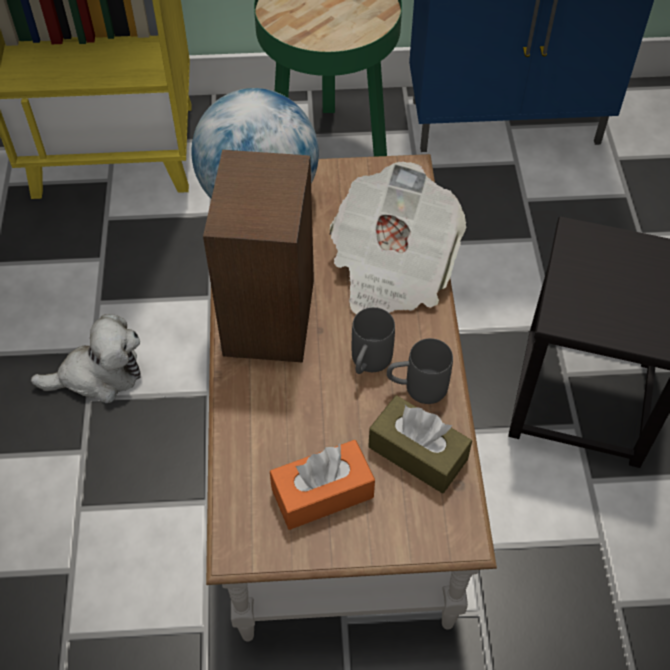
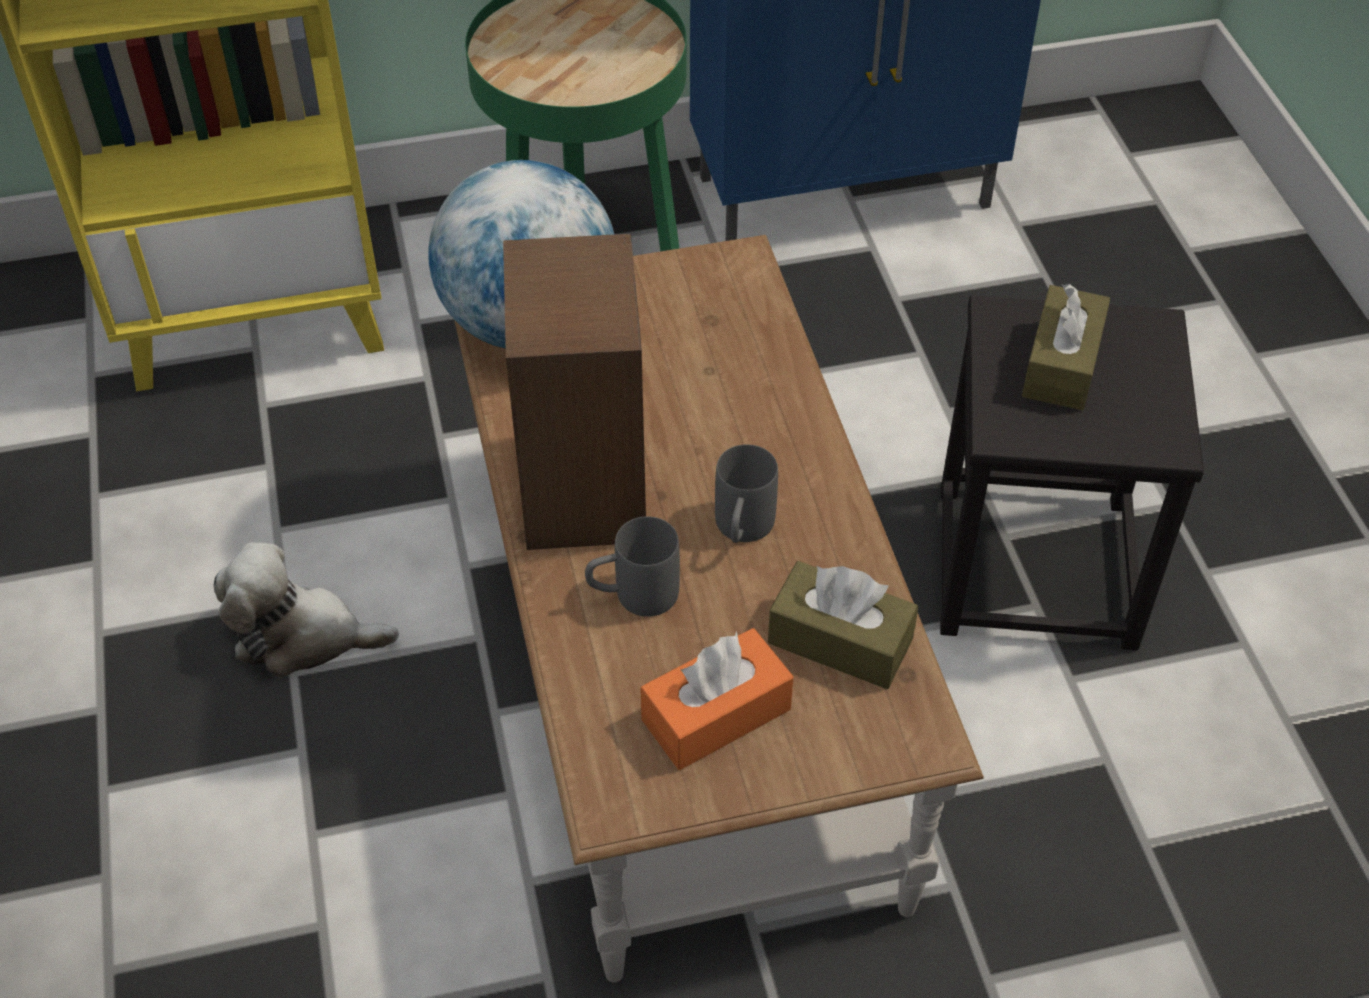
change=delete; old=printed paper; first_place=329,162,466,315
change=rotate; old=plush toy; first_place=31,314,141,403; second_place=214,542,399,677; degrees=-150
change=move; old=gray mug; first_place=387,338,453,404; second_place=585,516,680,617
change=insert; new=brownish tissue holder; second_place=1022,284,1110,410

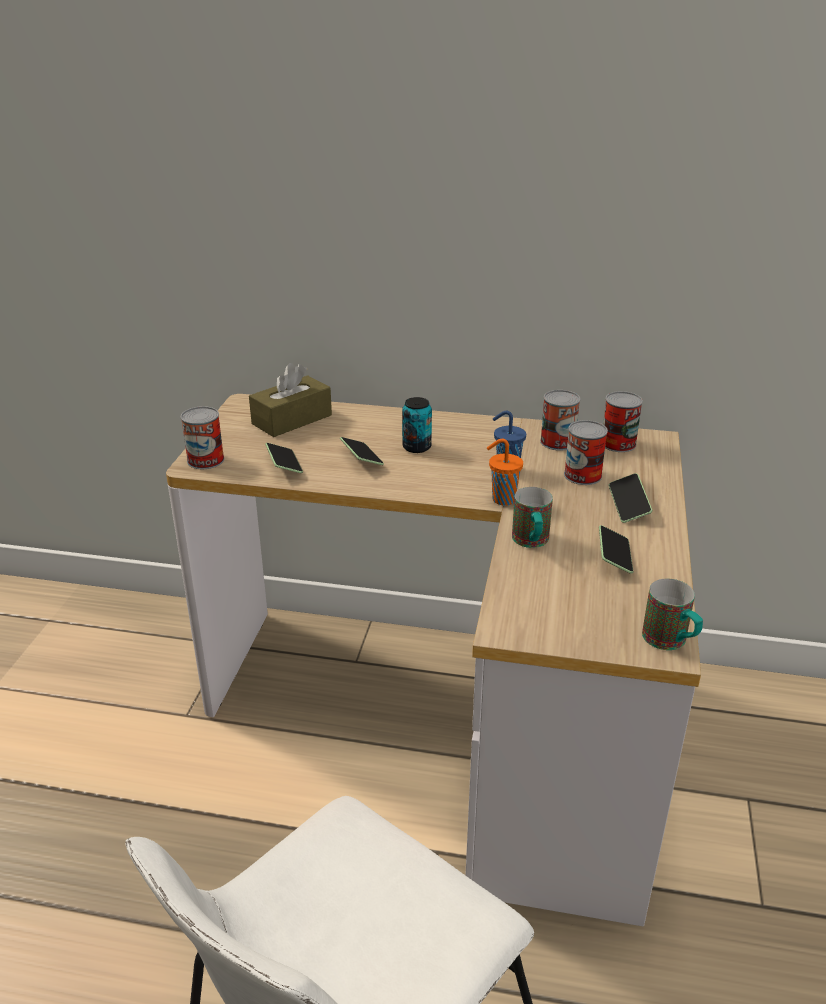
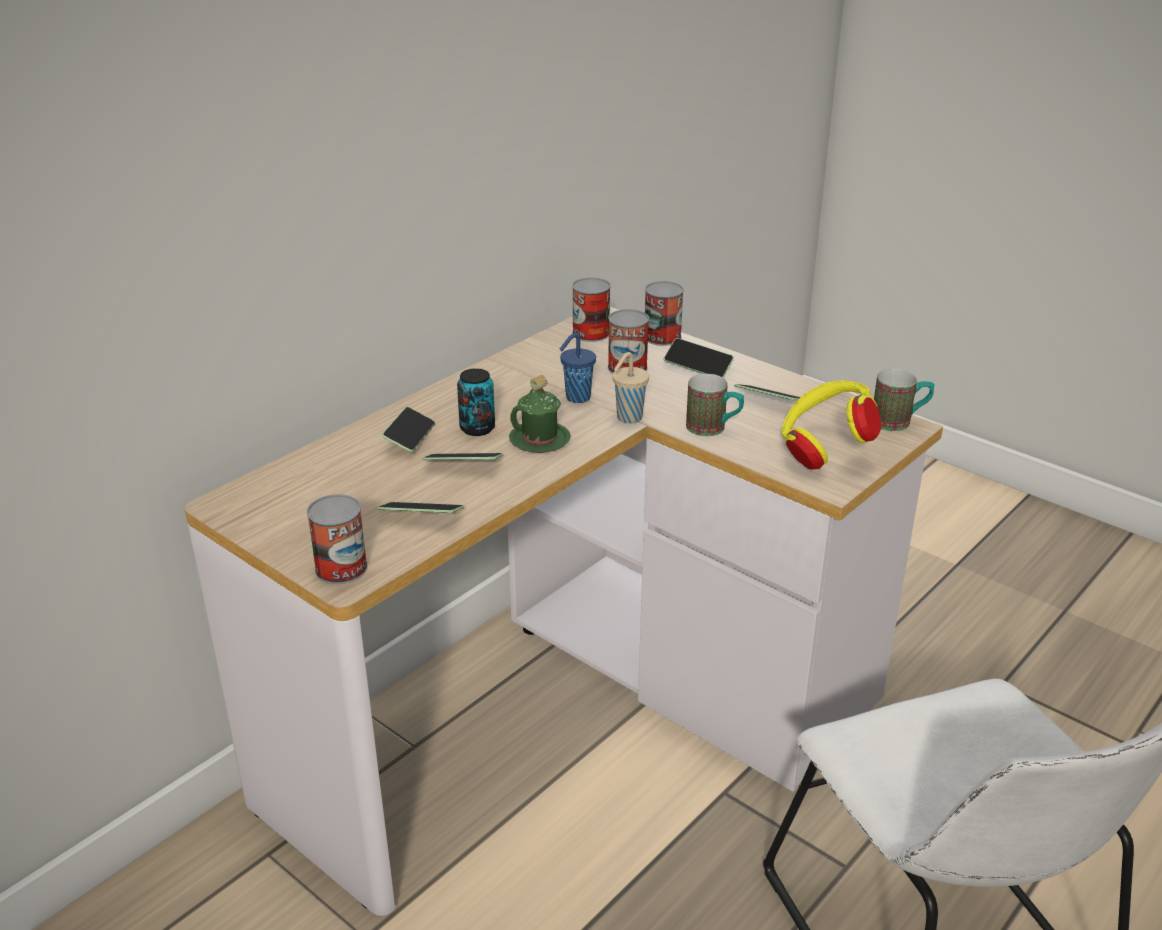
change=delete; old=brownish tissue holder; first_place=249,363,332,437
change=move; old=can; first_place=540,390,580,451; second_place=645,281,684,346
change=recolor; old=orange-coloured cup; new=beige-coloured cup; first_place=487,439,523,505; second_place=612,352,649,423
change=insert; new=greenish mug; second_place=509,375,571,453
change=insert; new=yellow pair of headphones; second_place=781,380,881,470
change=insert; new=telephone; second_place=382,407,435,452

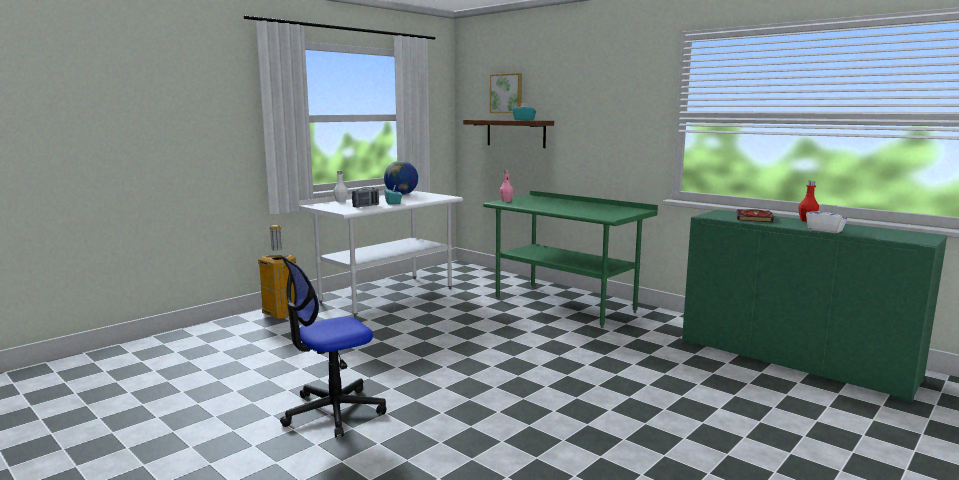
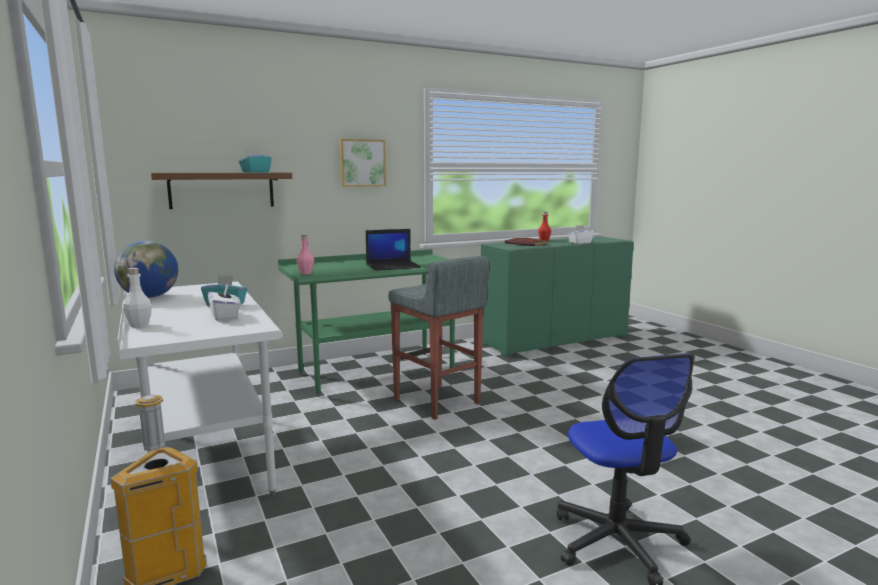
change=move; old=wall art; first_place=490,73,522,113; second_place=339,139,386,187
change=replace; old=radio; new=white-coloured tissue holder; first_place=352,187,379,208; second_place=208,284,241,321
change=insert; new=notebook computer; second_place=366,229,421,271
change=insert; new=gray stool seat; second_place=388,256,490,420

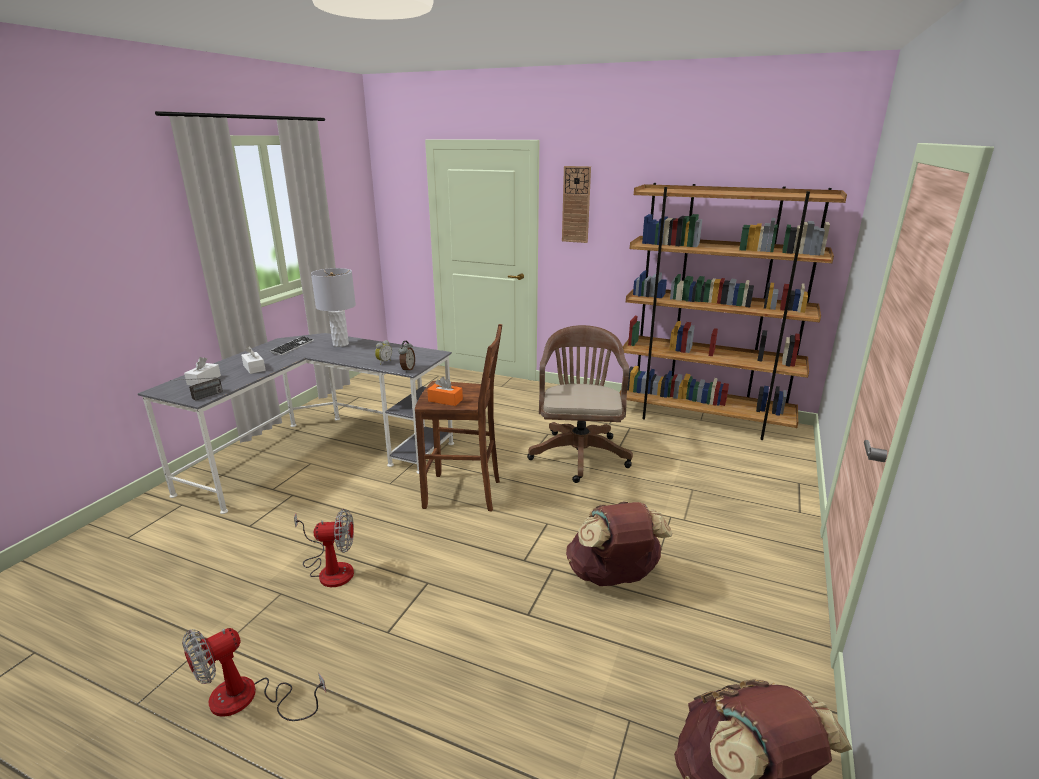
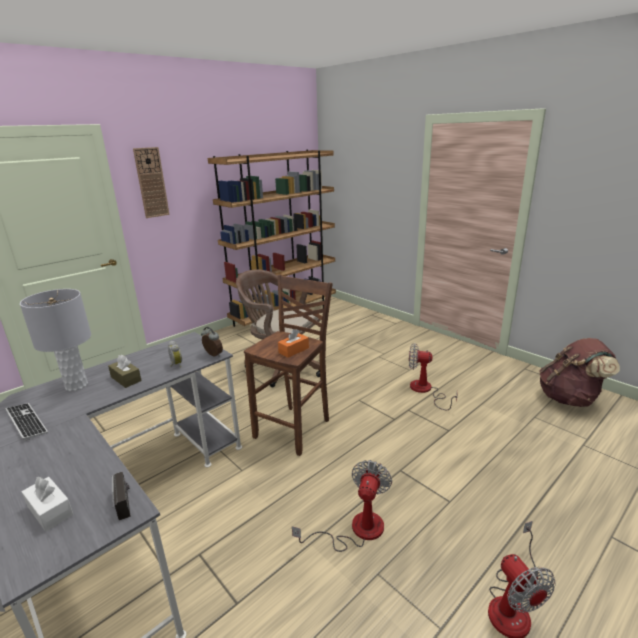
change=delete; old=white-coloured tissue holder; first_place=241,346,266,374
change=replace; old=brownish rucksack; new=electric fan; first_place=566,501,672,586; second_place=409,343,458,410
change=insert; new=brownish tissue holder; second_place=108,355,142,388

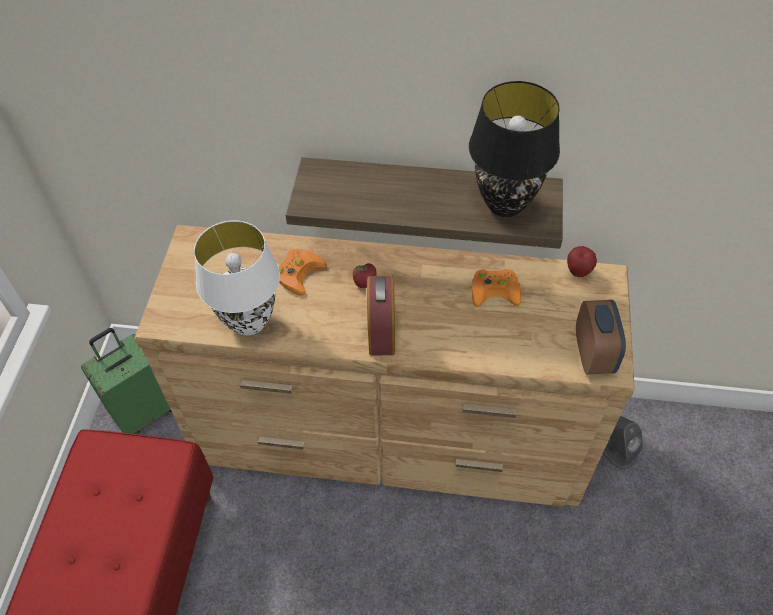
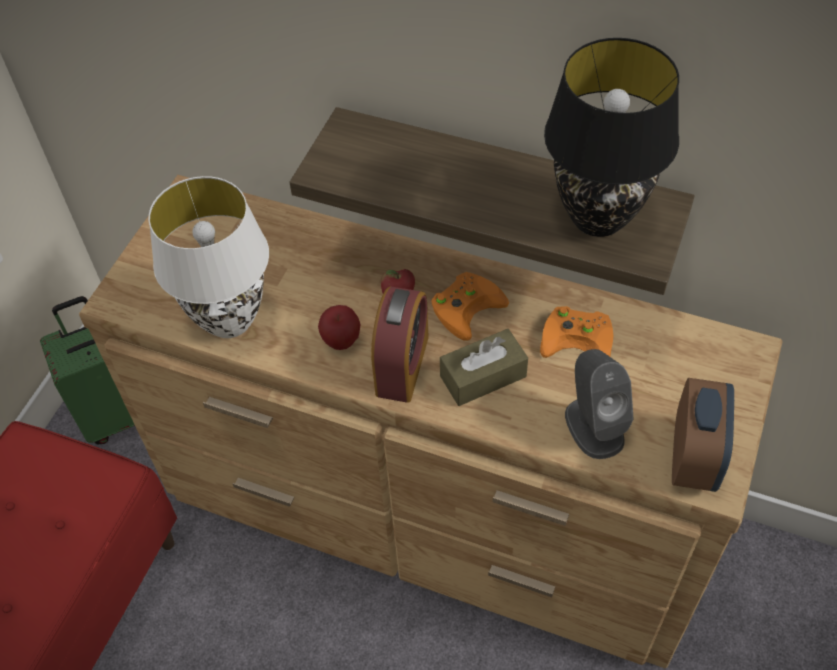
change=move; old=apple; first_place=567,246,597,277; second_place=318,305,361,350
change=move; old=orange-coloured gamepad; first_place=278,249,327,296; second_place=431,272,509,341
change=move; old=gray audio speaker; first_place=603,416,643,469; second_place=565,349,634,459
change=insert; new=brownish tissue holder; second_place=440,329,528,406

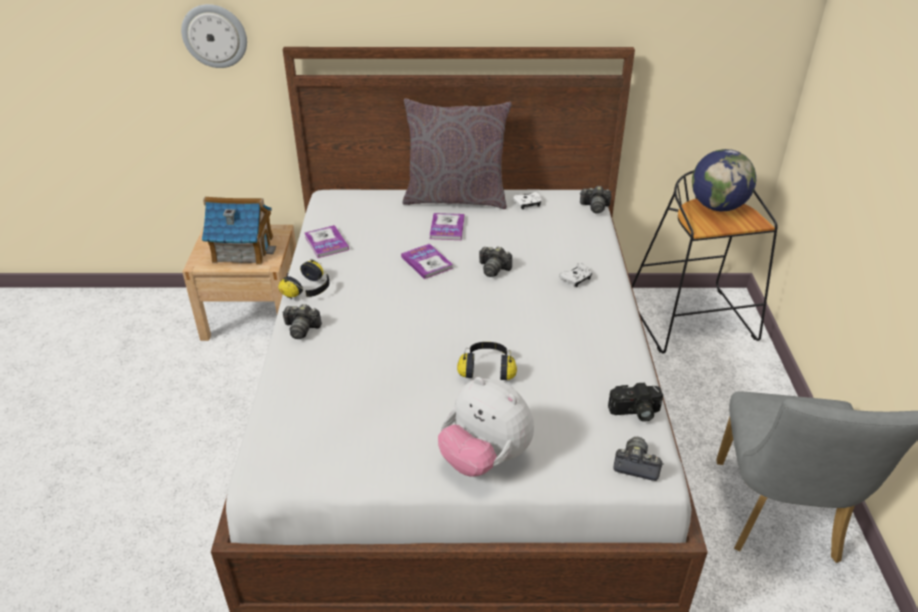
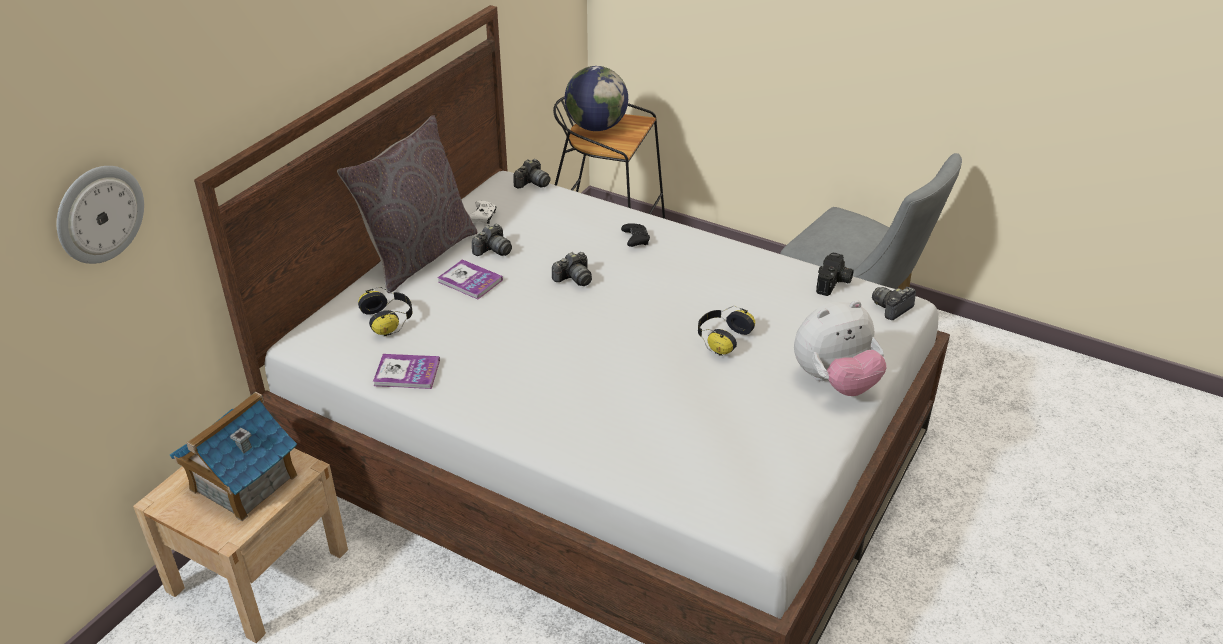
change=delete; old=bound book; first_place=401,244,453,279
change=move; old=pair of headphones; first_place=278,259,329,301; second_place=358,287,413,336
change=recolor; old=white-coloured gamepad; new=black gamepad; first_place=559,263,592,287; second_place=621,223,650,247
change=move; old=photo camera; first_place=282,304,322,339; second_place=472,224,512,256

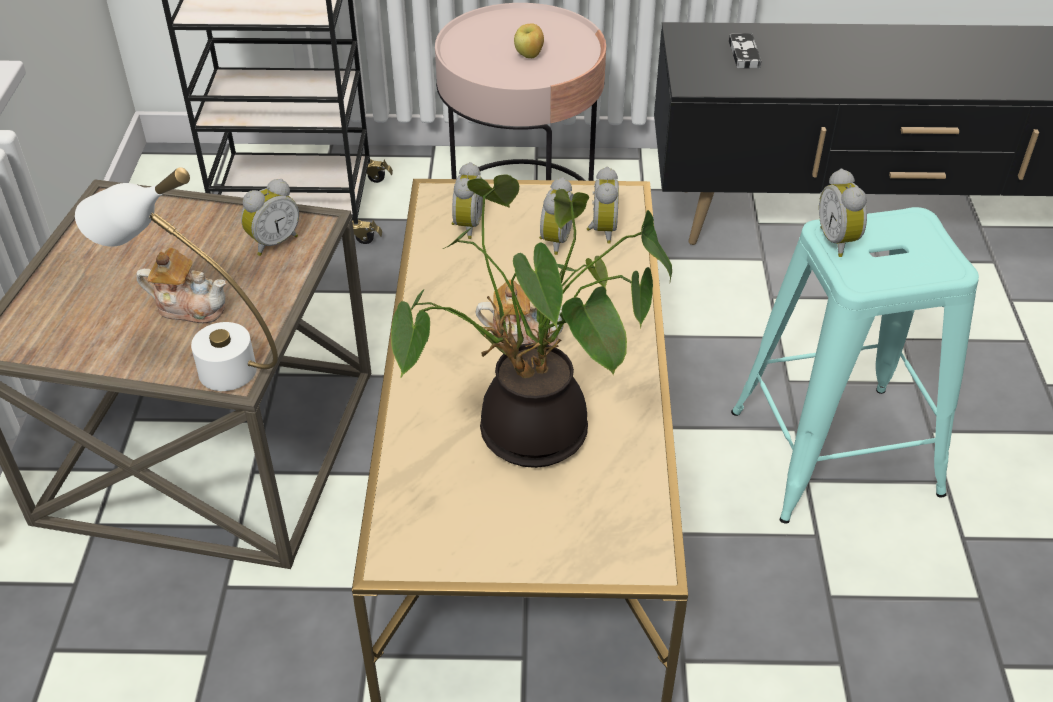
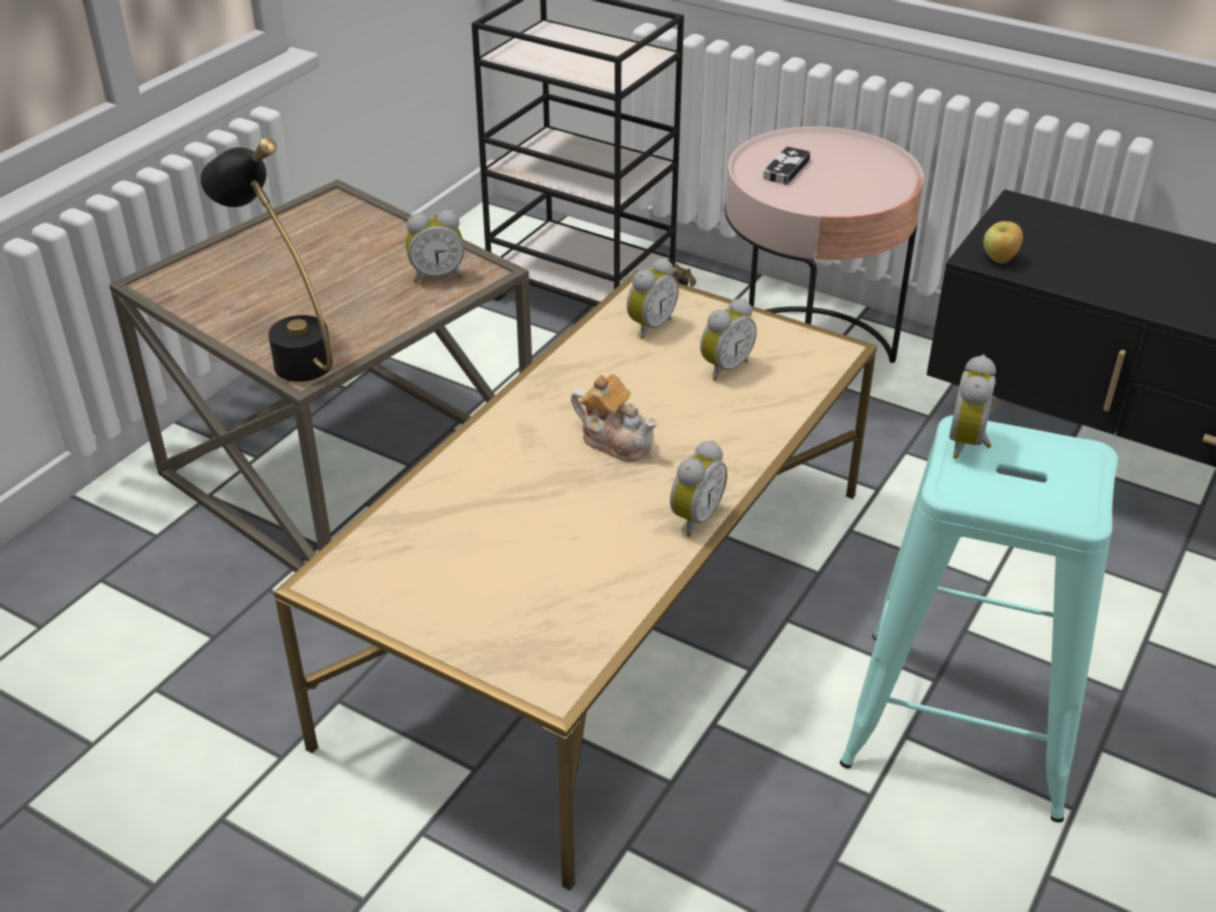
change=move; old=apple; first_place=514,23,544,58; second_place=983,221,1023,263
change=move; old=gamepad; first_place=729,33,762,69; second_place=763,146,811,185
change=move; old=table clock; first_place=587,166,619,244; second_place=670,440,727,537
change=recolor; old=white-coloured tabletop lamp; new=black tabletop lamp; first_place=75,167,278,391; second_place=200,138,333,382
change=delete; old=plant in a pot; first_place=391,174,672,468
change=delete; old=tea pot; first_place=137,247,226,323

